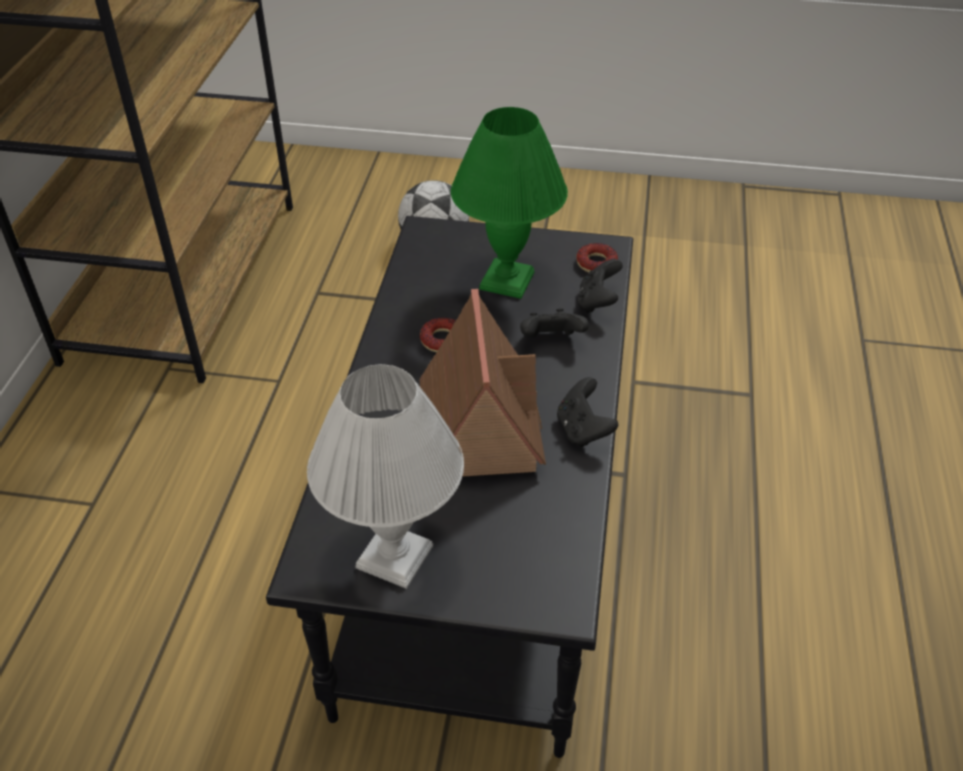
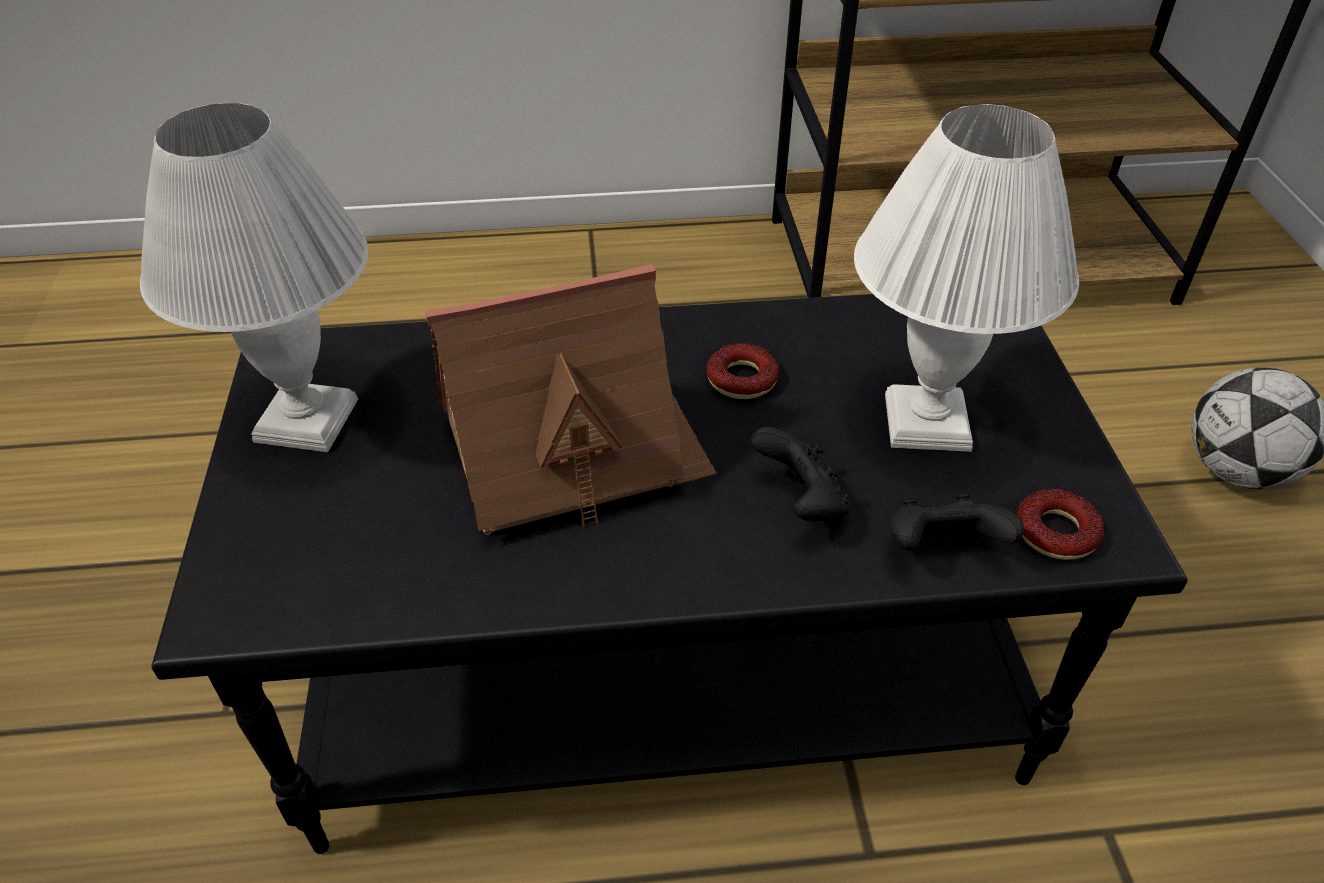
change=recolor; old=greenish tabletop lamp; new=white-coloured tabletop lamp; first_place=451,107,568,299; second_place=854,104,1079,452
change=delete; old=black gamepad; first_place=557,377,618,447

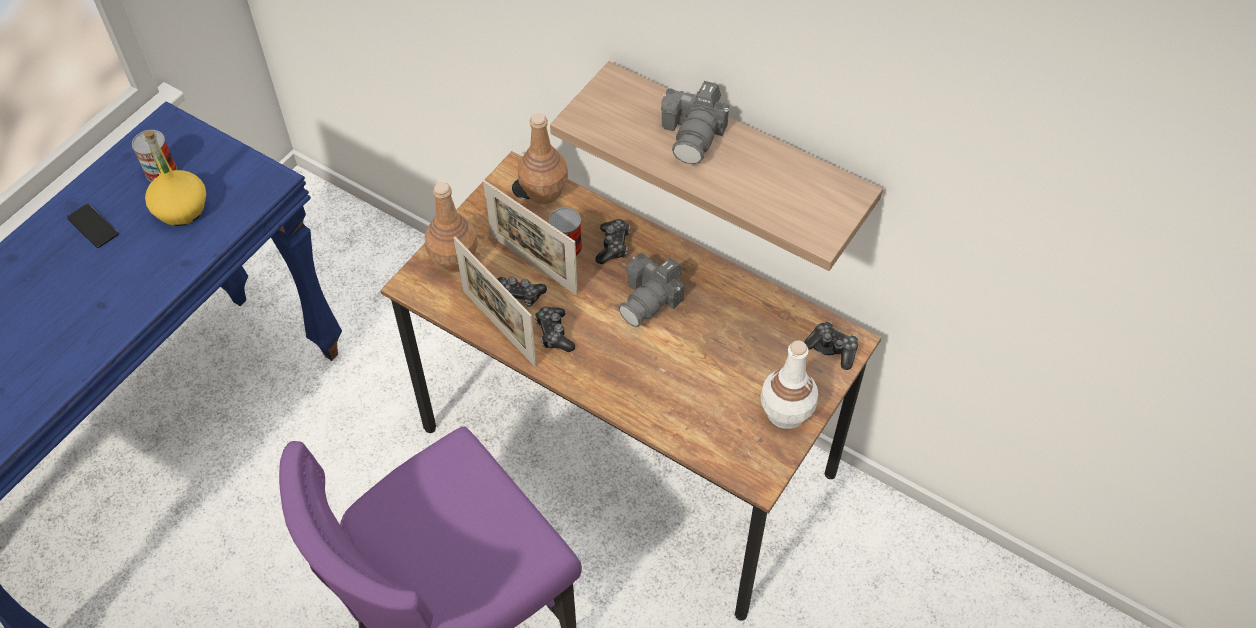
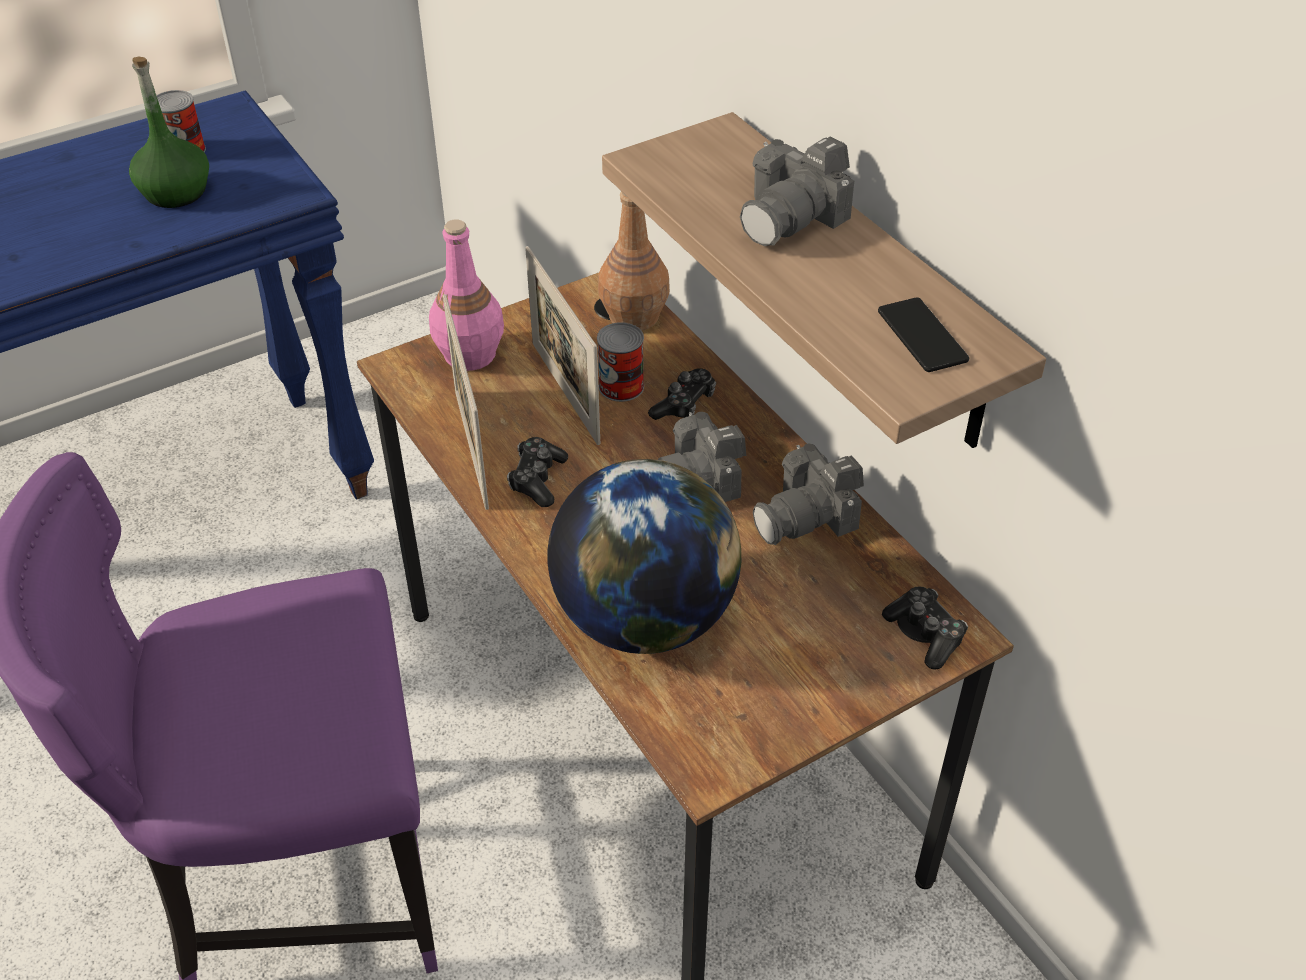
change=recolor; old=yellow bottle; new=greenish bottle; first_place=143,130,206,226; second_place=129,57,209,208
change=recolor; old=brownish bottle; new=pink bottle; first_place=424,182,478,273; second_place=429,220,504,371
change=move; old=telephone; first_place=67,204,119,248; second_place=878,297,969,372
change=delete; old=gamepad; first_place=497,276,547,307
change=delete; old=white-coloured bottle; first_place=761,340,818,429
change=insert; new=photo camera; second_place=753,444,864,545
change=insert; new=globe; second_place=548,459,741,654

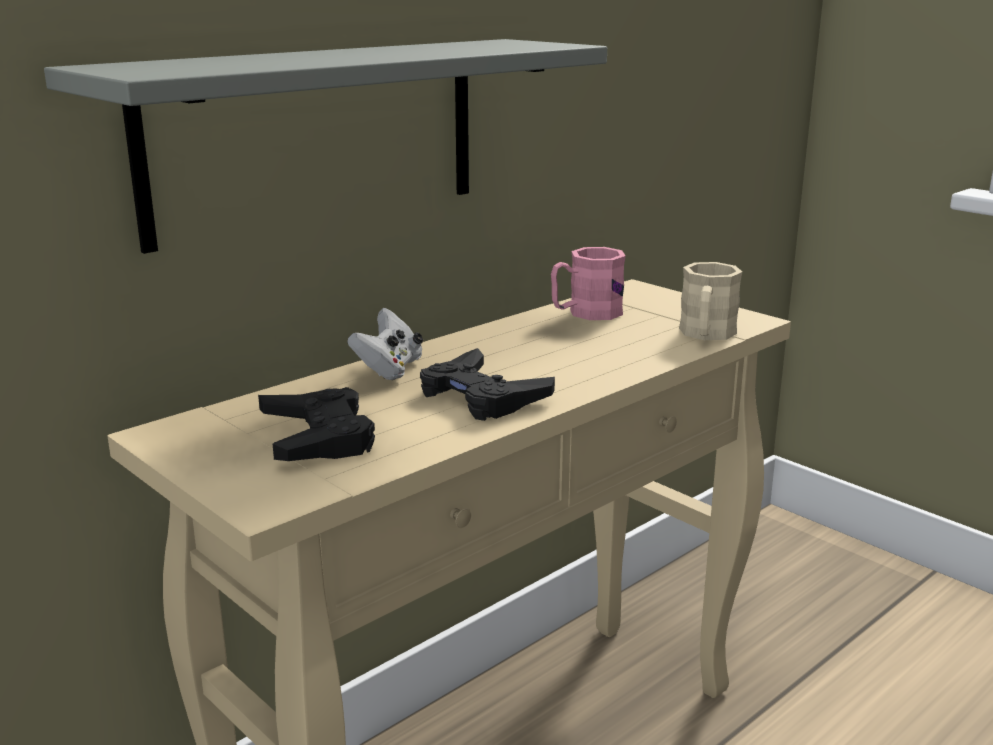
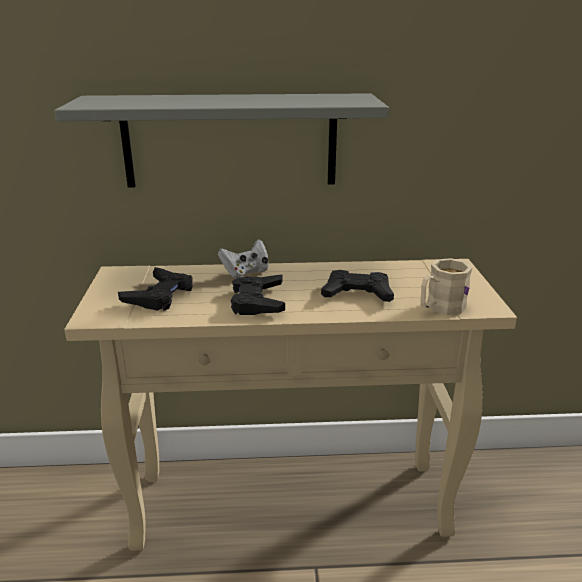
change=delete; old=pink mug; first_place=551,247,626,320
change=insert; new=black gamepad; second_place=321,270,394,302

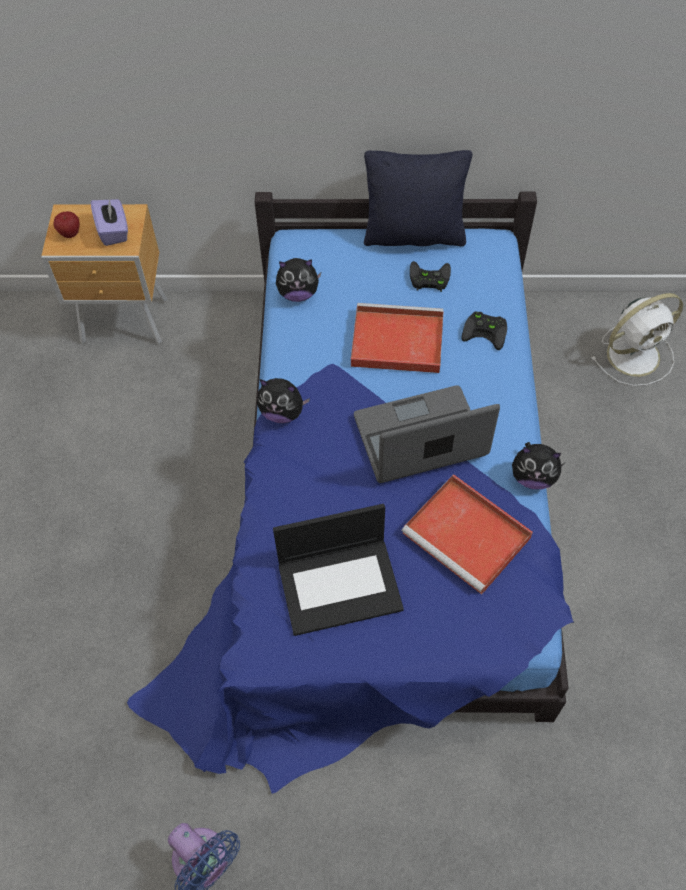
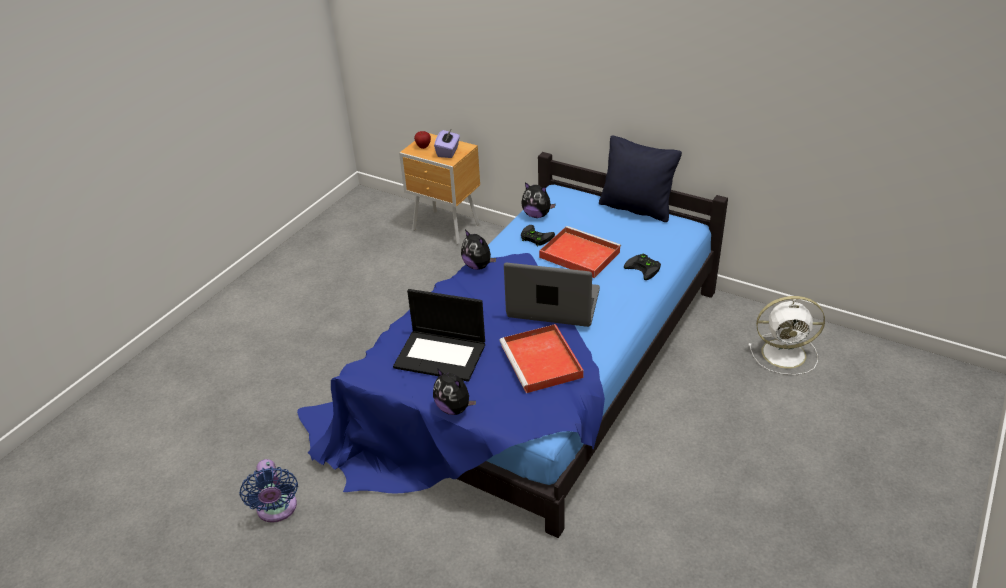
change=move; old=black gamepad; first_place=410,261,451,292; second_place=521,225,555,246
change=move; old=plush toy; first_place=512,442,565,489; second_place=433,368,476,415

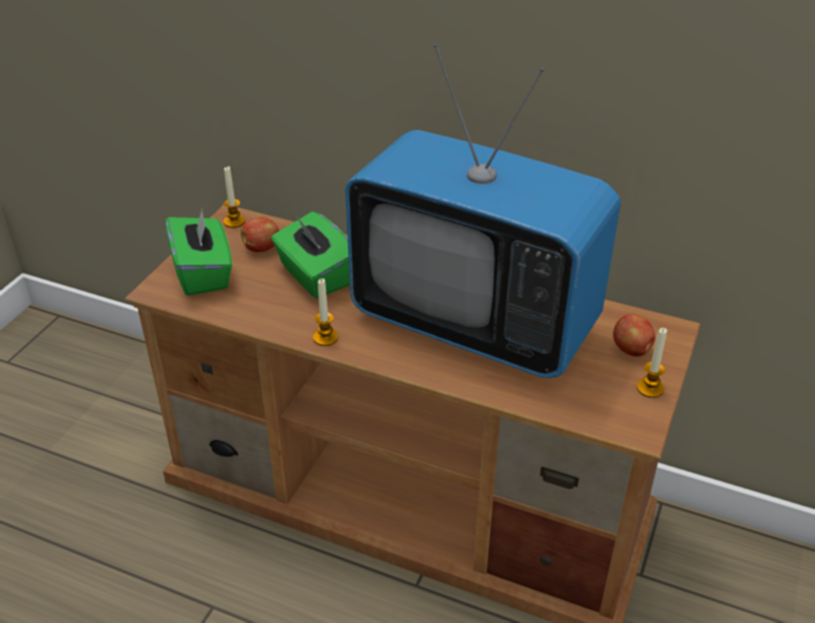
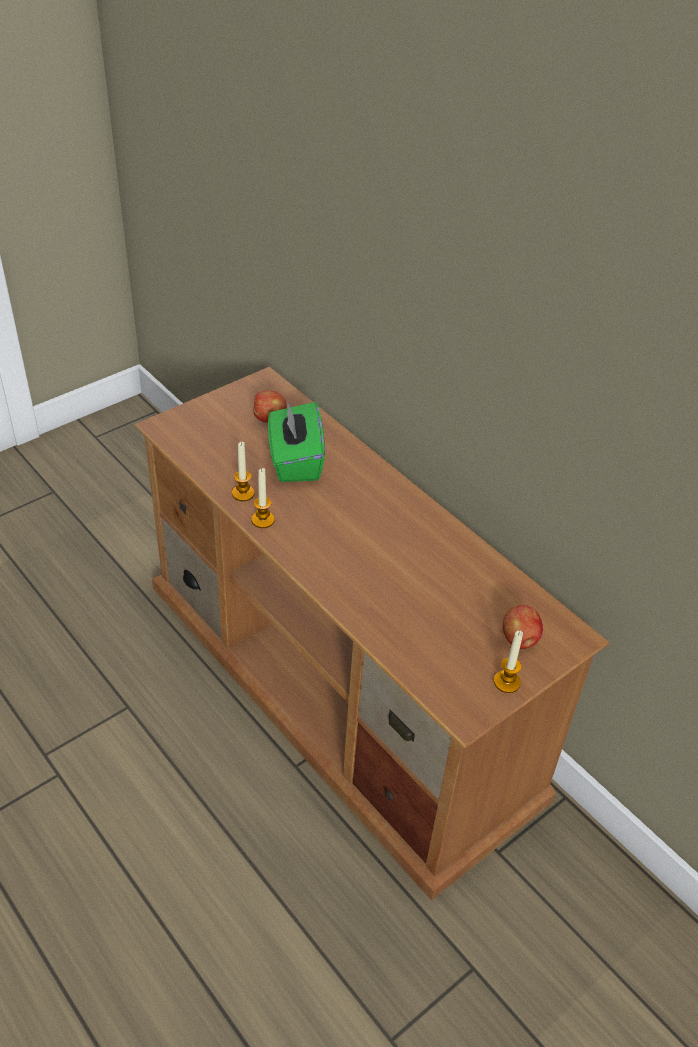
change=delete; old=TV set; first_place=345,44,621,378
change=move; old=wax candle; first_place=223,166,245,228; second_place=232,442,255,501
change=delete; old=greenish tissue holder; first_place=166,210,232,296

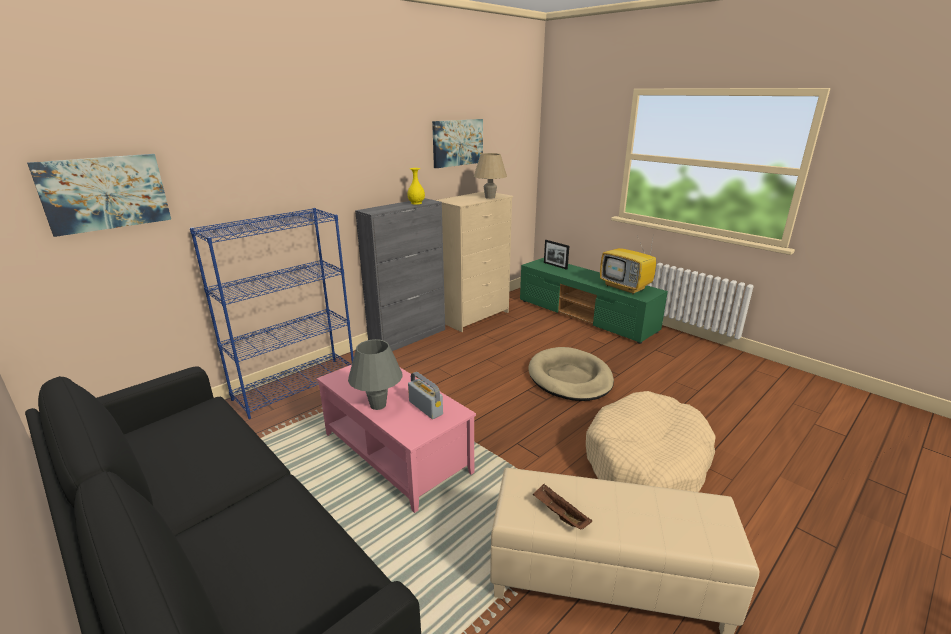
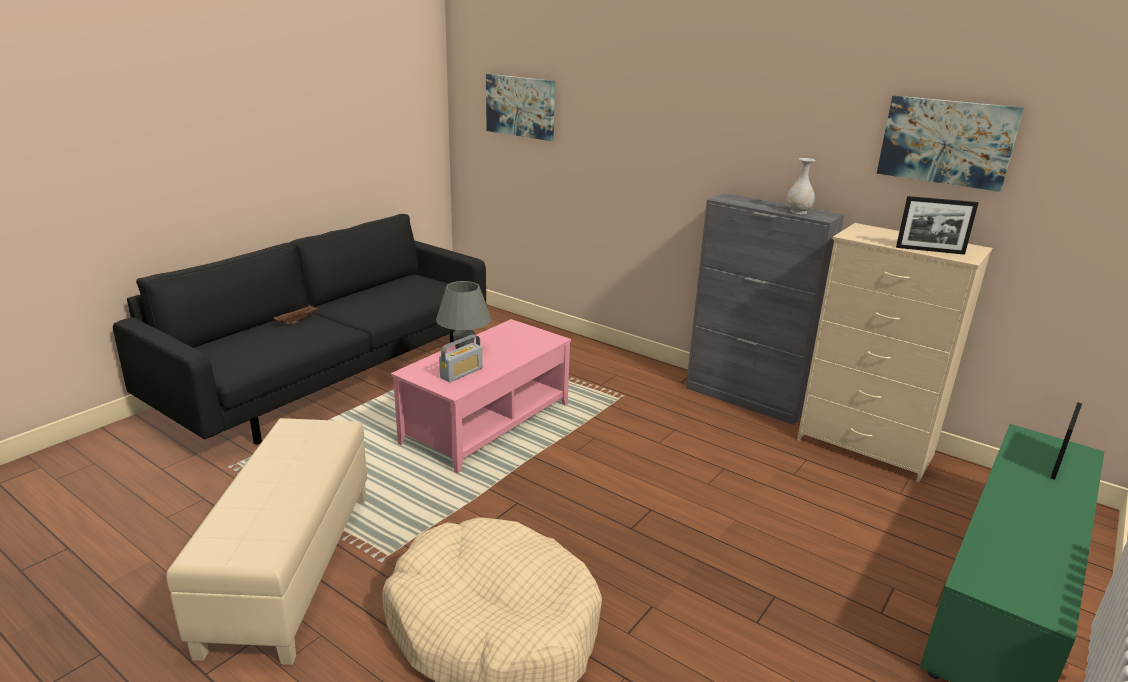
change=replace; old=beige-coloured tabletop lamp; new=picture frame; first_place=474,153,507,199; second_place=896,196,978,255
change=recolor; old=yellow flower vase; new=white-coloured flower vase; first_place=407,168,425,205; second_place=786,158,816,214
change=delete; old=blue bookcase; first_place=190,208,354,419
change=delete; old=TV set; first_place=600,233,656,294
change=delete; old=beige-coloured pet bed; first_place=528,347,614,401
change=move; old=brownish carrying tray; first_place=533,484,592,529; second_place=273,305,320,324

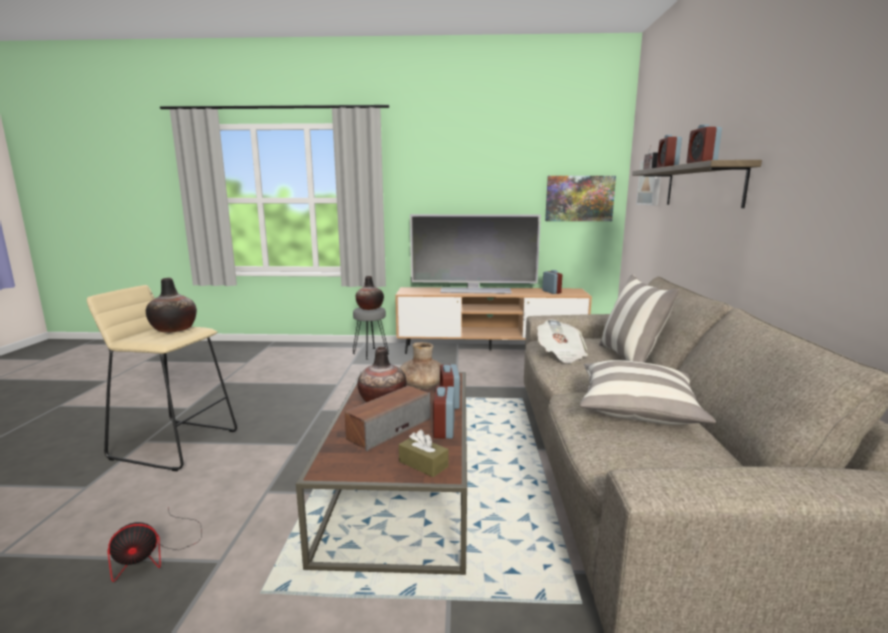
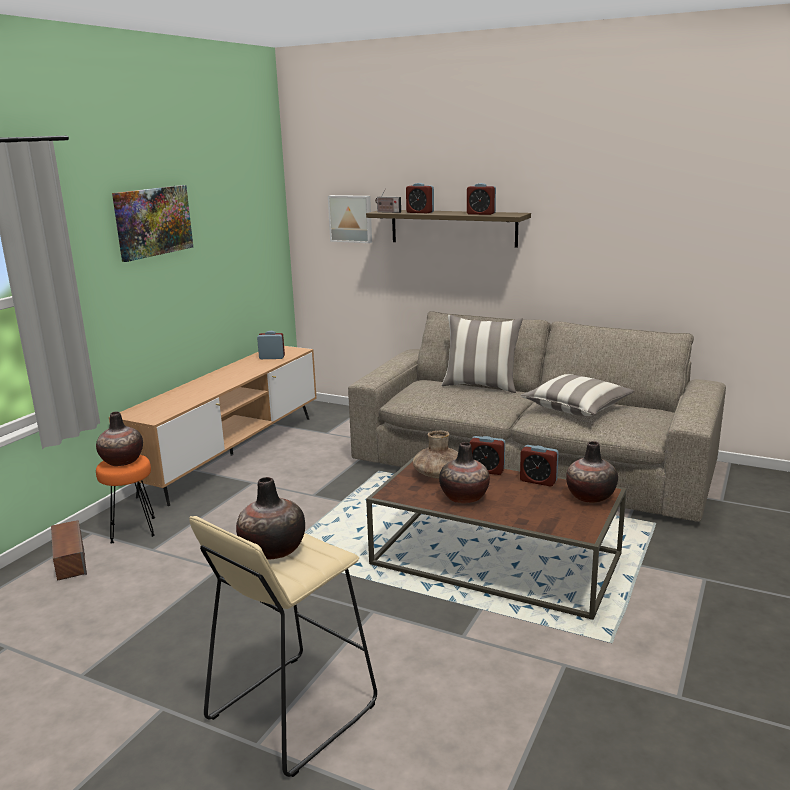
change=move; old=wall art; first_place=545,176,616,221; second_place=112,185,193,262
change=delete; old=TV set; first_place=410,214,541,294
change=recolor; old=gray stool seat; new=orange-coloured stool seat; first_place=352,307,389,360; second_place=96,455,155,543
change=delete; old=printed paper; first_place=537,319,588,364
change=move; old=audio speaker; first_place=345,386,430,451; second_place=51,520,87,581
change=replace; old=brownish tissue holder; new=flower vase; first_place=399,430,449,477; second_place=566,441,618,503
change=delete; old=electric fan; first_place=108,509,202,582

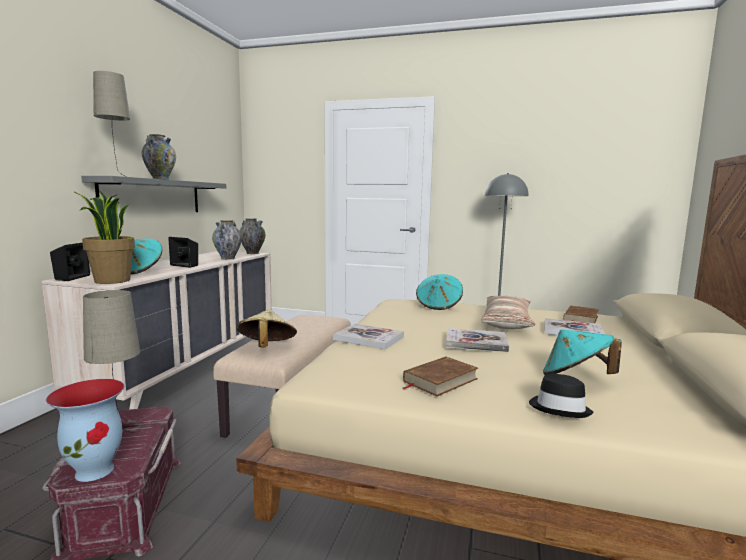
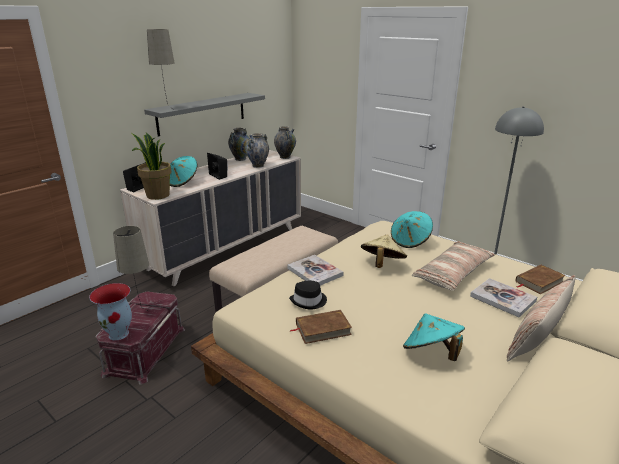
change=move; old=flower vase; first_place=142,134,176,180; second_place=228,128,249,161
change=move; old=beige-coloured clothing hat; first_place=237,309,297,348; second_place=361,234,407,268
change=delete; old=bound book; first_place=446,328,509,352
change=move; old=black clothing hat; first_place=529,374,594,418; second_place=289,281,327,310
change=insert; new=pillow; second_place=507,275,576,361

